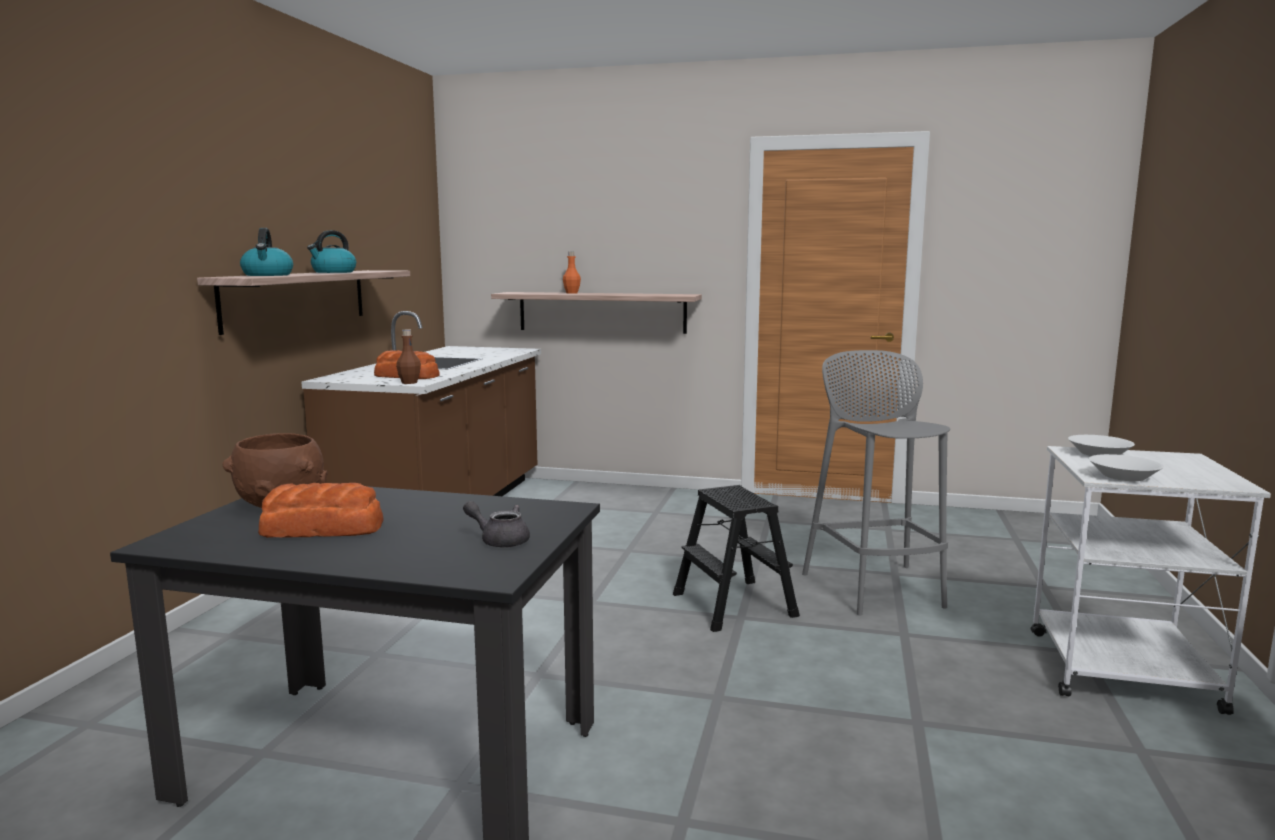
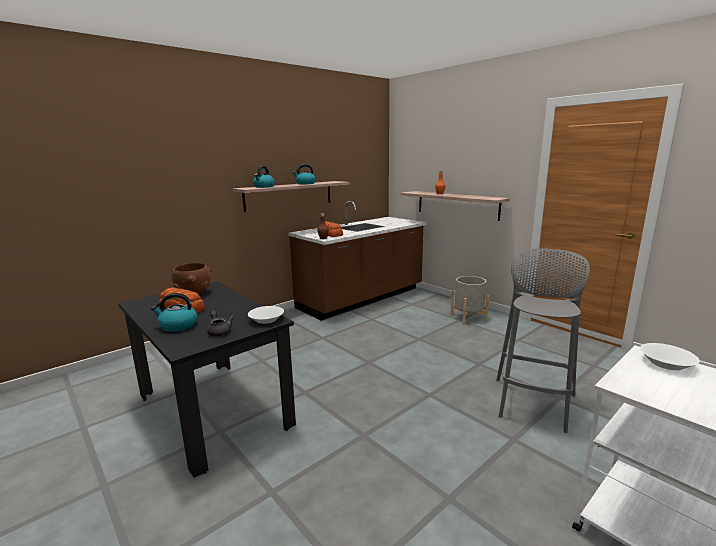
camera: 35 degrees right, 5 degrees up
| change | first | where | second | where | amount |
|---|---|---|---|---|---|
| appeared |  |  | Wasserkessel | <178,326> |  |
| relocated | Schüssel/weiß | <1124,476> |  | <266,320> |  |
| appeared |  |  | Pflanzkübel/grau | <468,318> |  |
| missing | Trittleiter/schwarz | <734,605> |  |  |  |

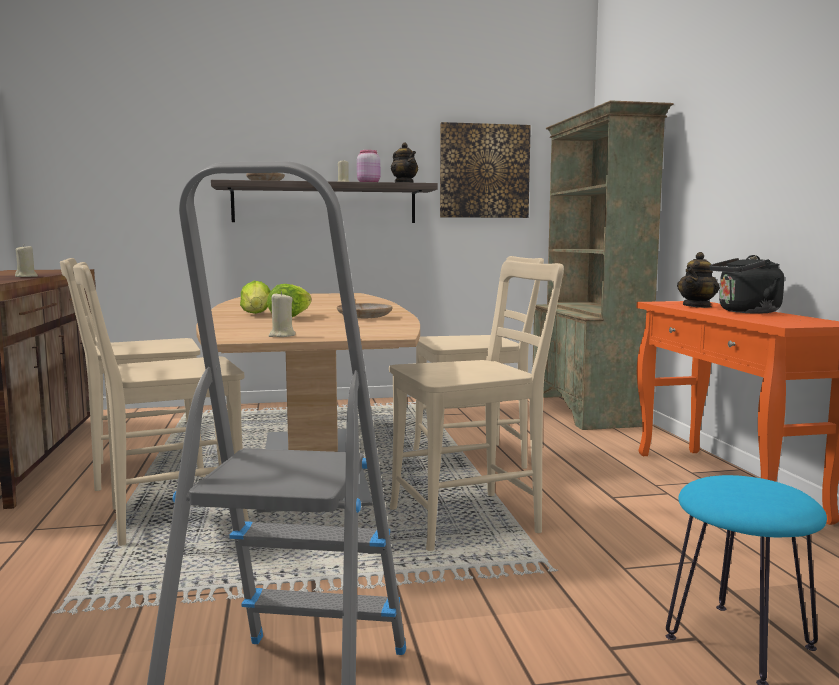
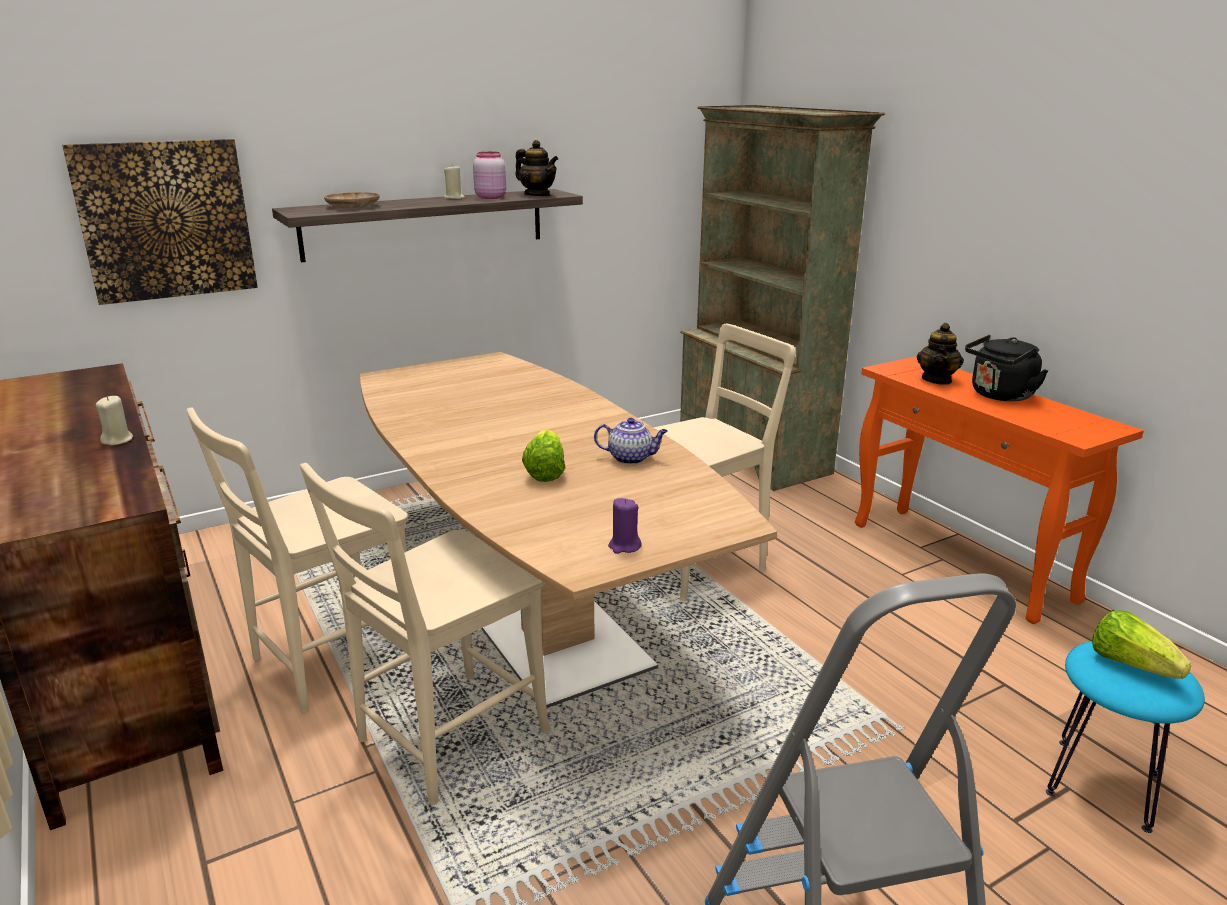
camera: 20 degrees left, 15 degrees up
| change | first | where | second | where | amount |
|---|---|---|---|---|---|
| relocated | Bild | <484,171> |  | <166,220> |  |
| exchanged | Teller/beige | <365,317> | Teekanne | <631,458> |  |
| colour | Kerze/beige | <282,335> | Kerze/lila | <624,546> |  |
| relocated | Salatkopf | <256,314> |  | <1131,664> |  |
| missing | Stuhl/beige | <472,519> |  |  |  |

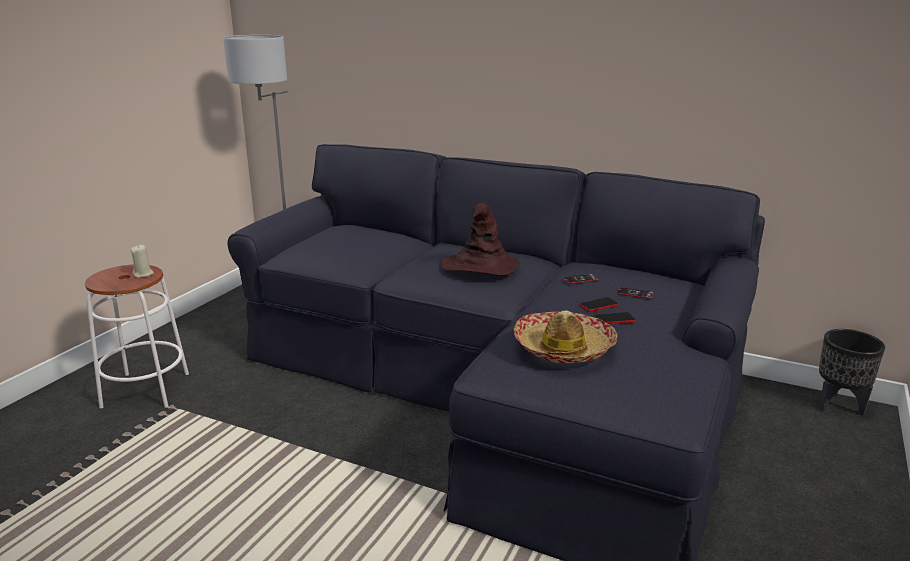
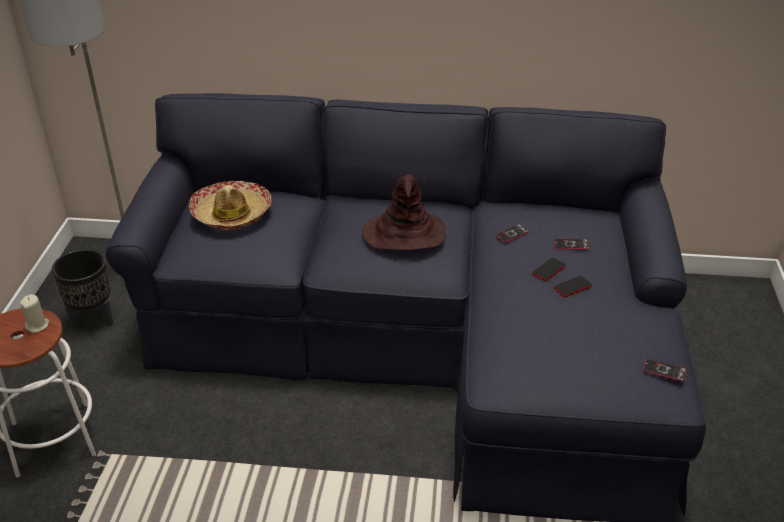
camera: 20 degrees left, 15 degrees up
| change | first | where | second | where | amount |
|---|---|---|---|---|---|
| relocated | Pflanzkübel/schwarz | <839,406> |  | <94,320> |  |
| relocated | Hut | <563,348> |  | <232,213> |  |
| appeared |  |  | Handy | <664,370> |  |

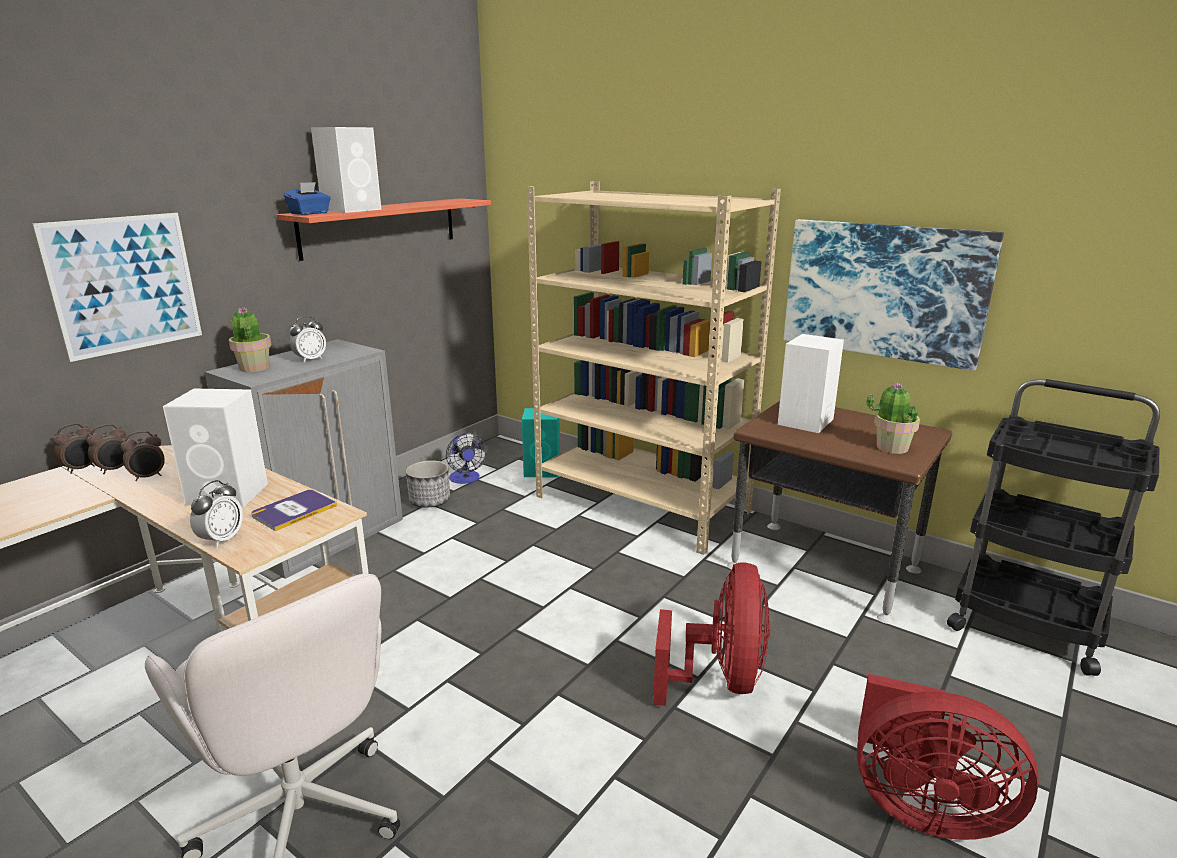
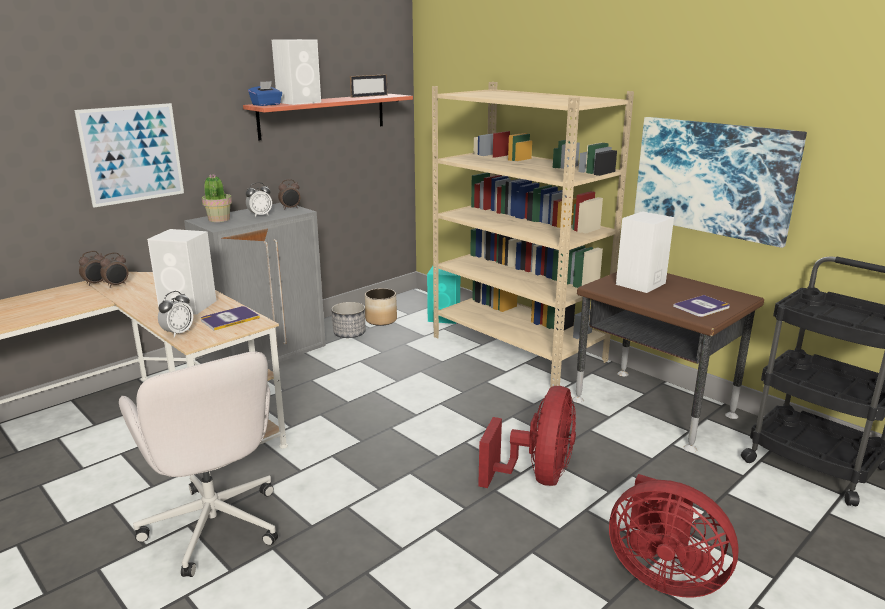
camera: 10 degrees right, 0 degrees up
| change | first | where | second | where | amount |
|---|---|---|---|---|---|
| relocated | Wecker | <148,477> |  | <290,208> |  |
| appeared |  |  | Bilderrahmen | <369,96> |  |
| exchanged | Ventilator | <466,479> | Pflanzkübel | <381,320> |  |
| exchanged | Topfpflanze | <891,447> | Buch | <702,307> |  |

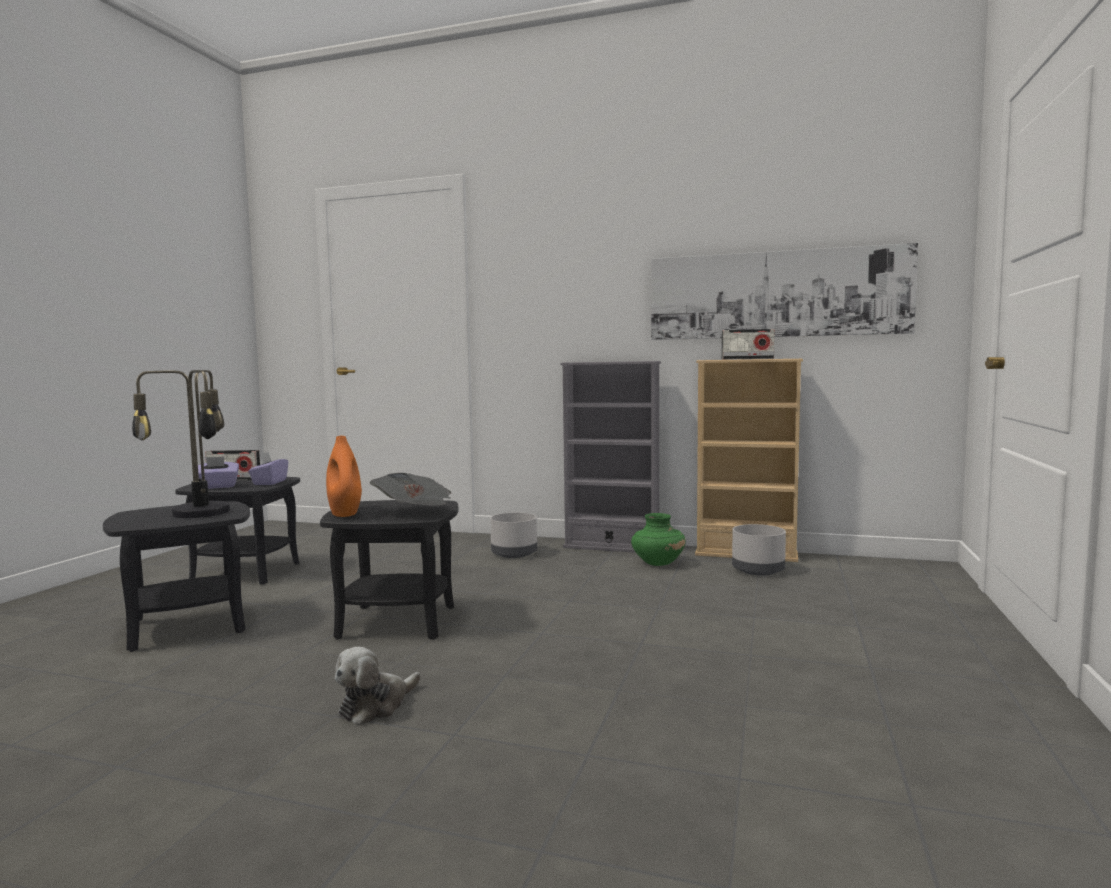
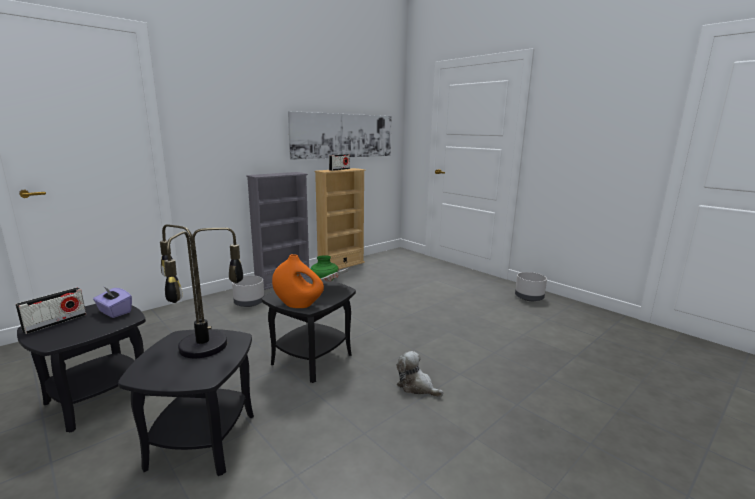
camera: 60 degrees left, 10 degrees up
| change | first | where | second | where | amount |
|---|---|---|---|---|---|
| spun | Plüschtier | <376,706> |  | <416,386> | 150 degrees clockwise |
| relocated | Pflanzkübel/grau | <758,570> |  | <529,297> |  |
| missing | Taschentuchbox/lila | <217,487> |  |  |  |

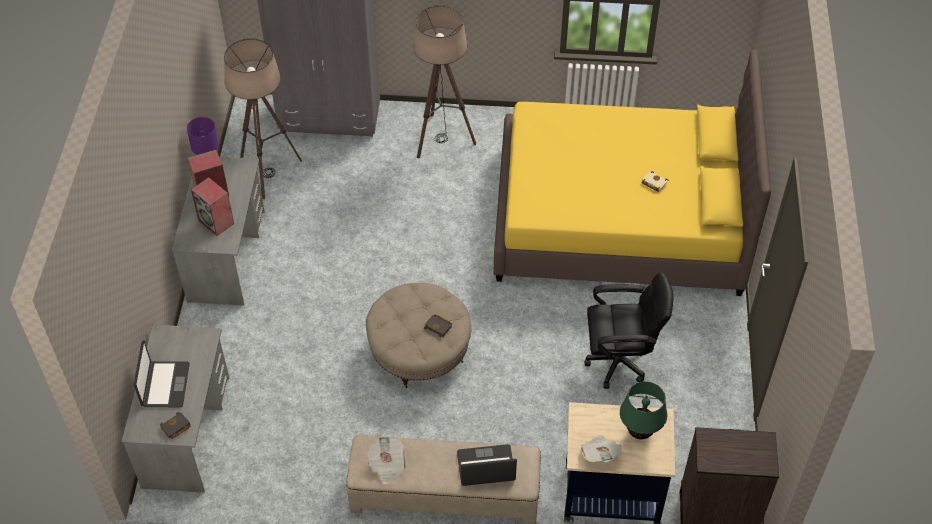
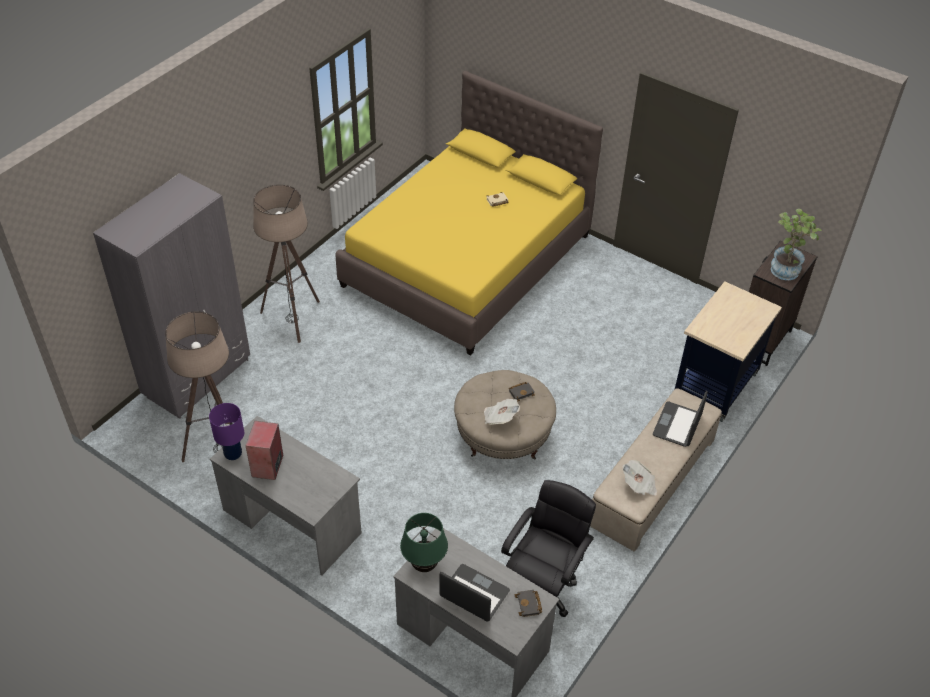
camera: 60 degrees left, 5 degrees down
| change | first | where | second | where | amount |
|---|---|---|---|---|---|
| relocated | Tischlampe/grün | <639,432> |  | <424,565> |  |
| relocated | Zeitung | <600,454> |  | <500,417> |  |
| relocated | Bürostuhl/schwarz | <620,362> |  | <544,587> |  |
| appeared |  |  | Topfpflanze | <786,267> |  |
| missing | Lautsprecher | <216,222> |  |  |  |

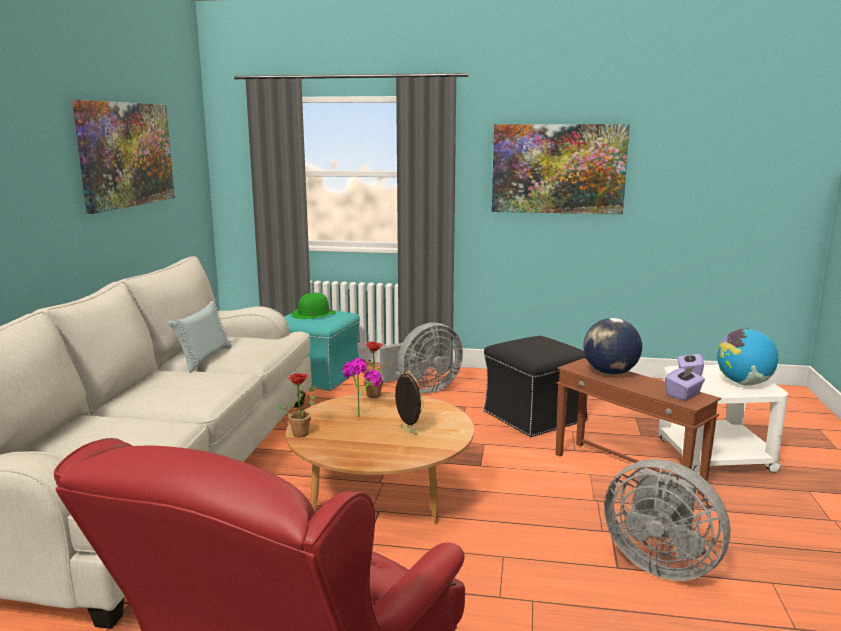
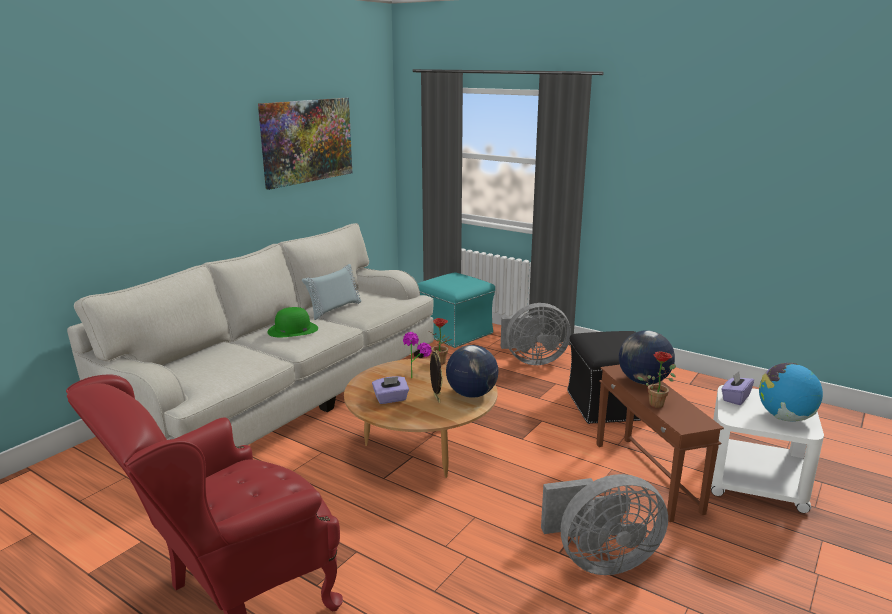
camera: 25 degrees right, 5 degrees up
| change | first | where | second | where | amount |
|---|---|---|---|---|---|
| relocated | Hut/grün | <313,314> |  | <292,330> |  |
| relocated | Taschentuchbox/lila | <683,395> |  | <391,399> |  |
| appeared |  |  | Globus | <472,394> |  |
| spun | Ventilator/grau | <660,563> |  | <600,560> | 75 degrees counterclockwise |
| relocated | Topfpflanze | <301,432> |  | <657,403> |  |
| missing | Bild | <558,169> |  |  |  |

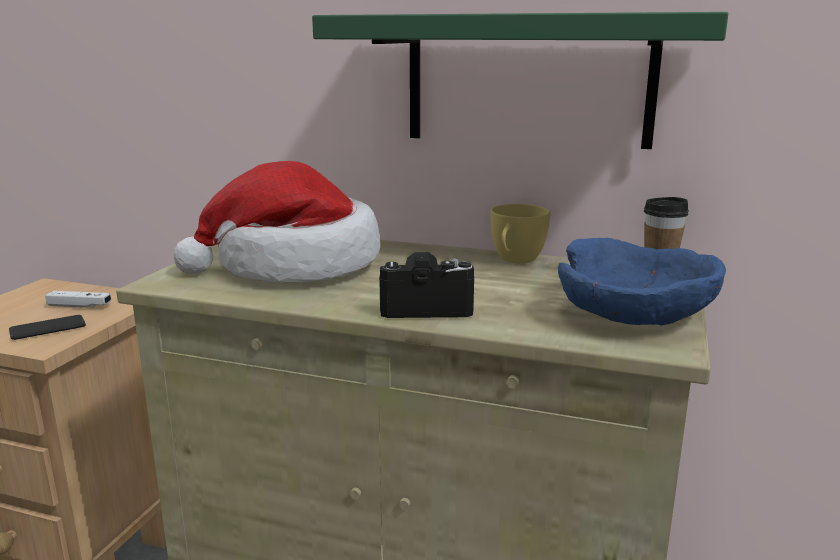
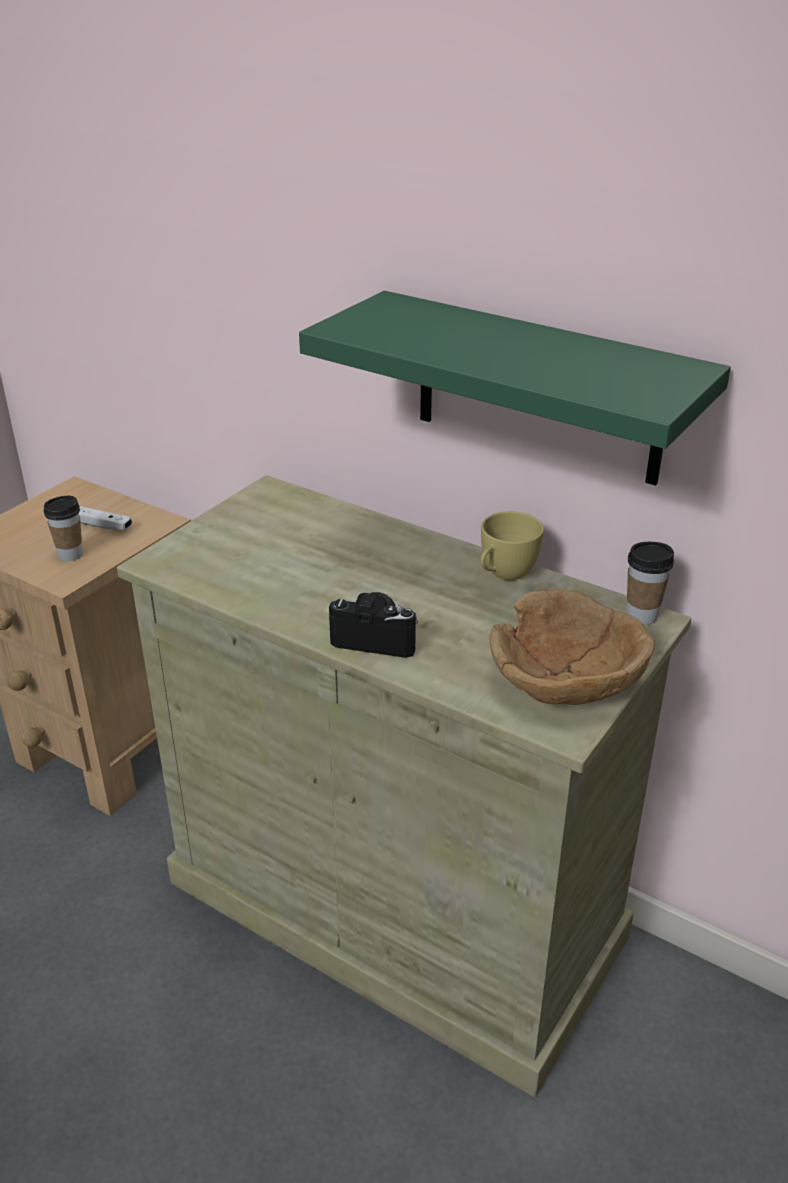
camera: 15 degrees right, 15 degrees up
| change | first | where | second | where | amount |
|---|---|---|---|---|---|
| exchanged | Handy | <48,328> | Tasse | <70,555> |  |
| colour | Schüssel/blau | <635,314> | Schüssel/braun | <567,679> |  |
| missing | Hut | <293,265> |  |  |  |

